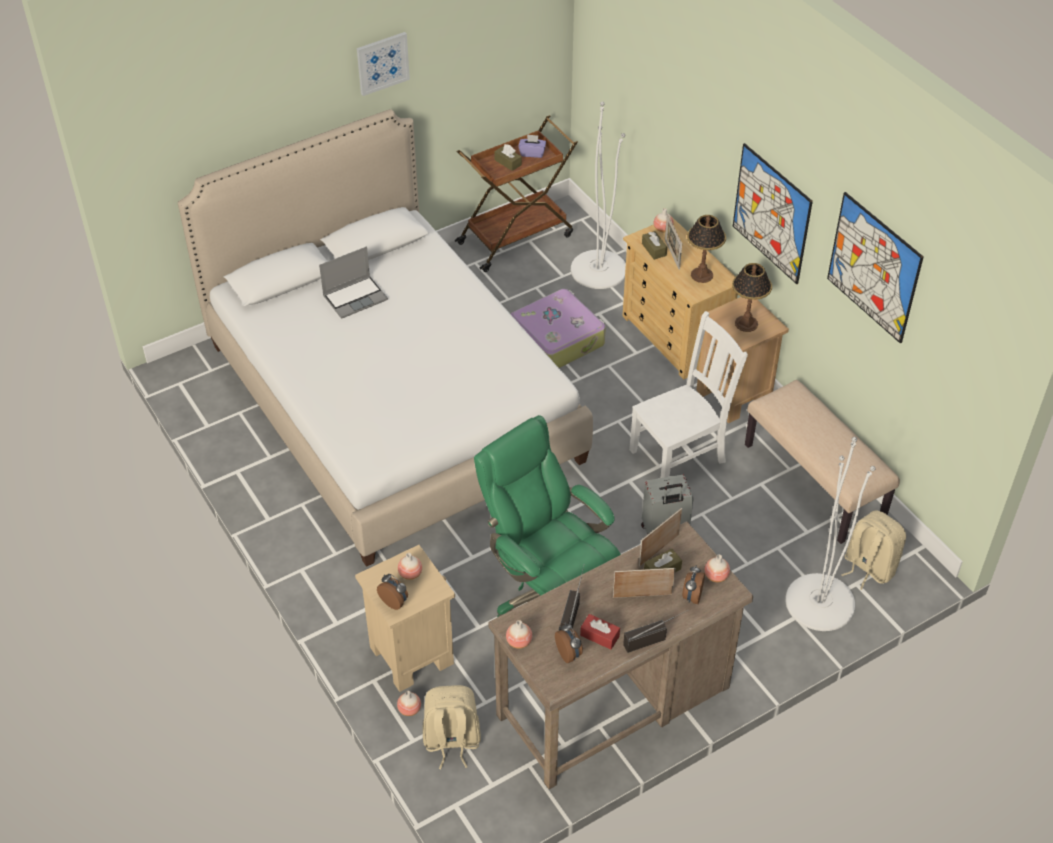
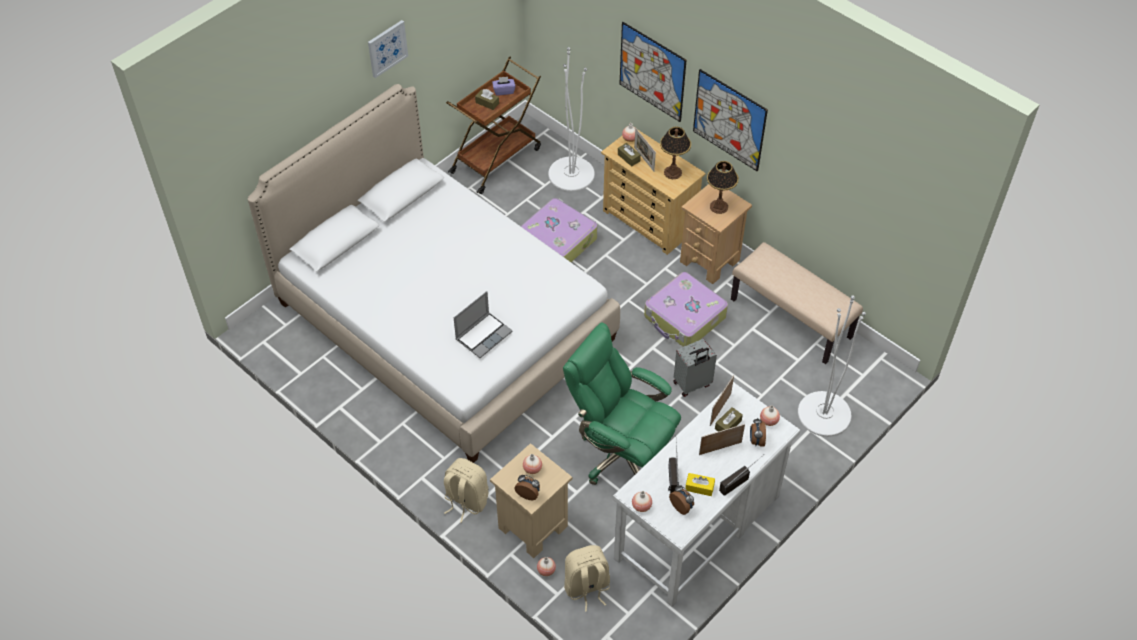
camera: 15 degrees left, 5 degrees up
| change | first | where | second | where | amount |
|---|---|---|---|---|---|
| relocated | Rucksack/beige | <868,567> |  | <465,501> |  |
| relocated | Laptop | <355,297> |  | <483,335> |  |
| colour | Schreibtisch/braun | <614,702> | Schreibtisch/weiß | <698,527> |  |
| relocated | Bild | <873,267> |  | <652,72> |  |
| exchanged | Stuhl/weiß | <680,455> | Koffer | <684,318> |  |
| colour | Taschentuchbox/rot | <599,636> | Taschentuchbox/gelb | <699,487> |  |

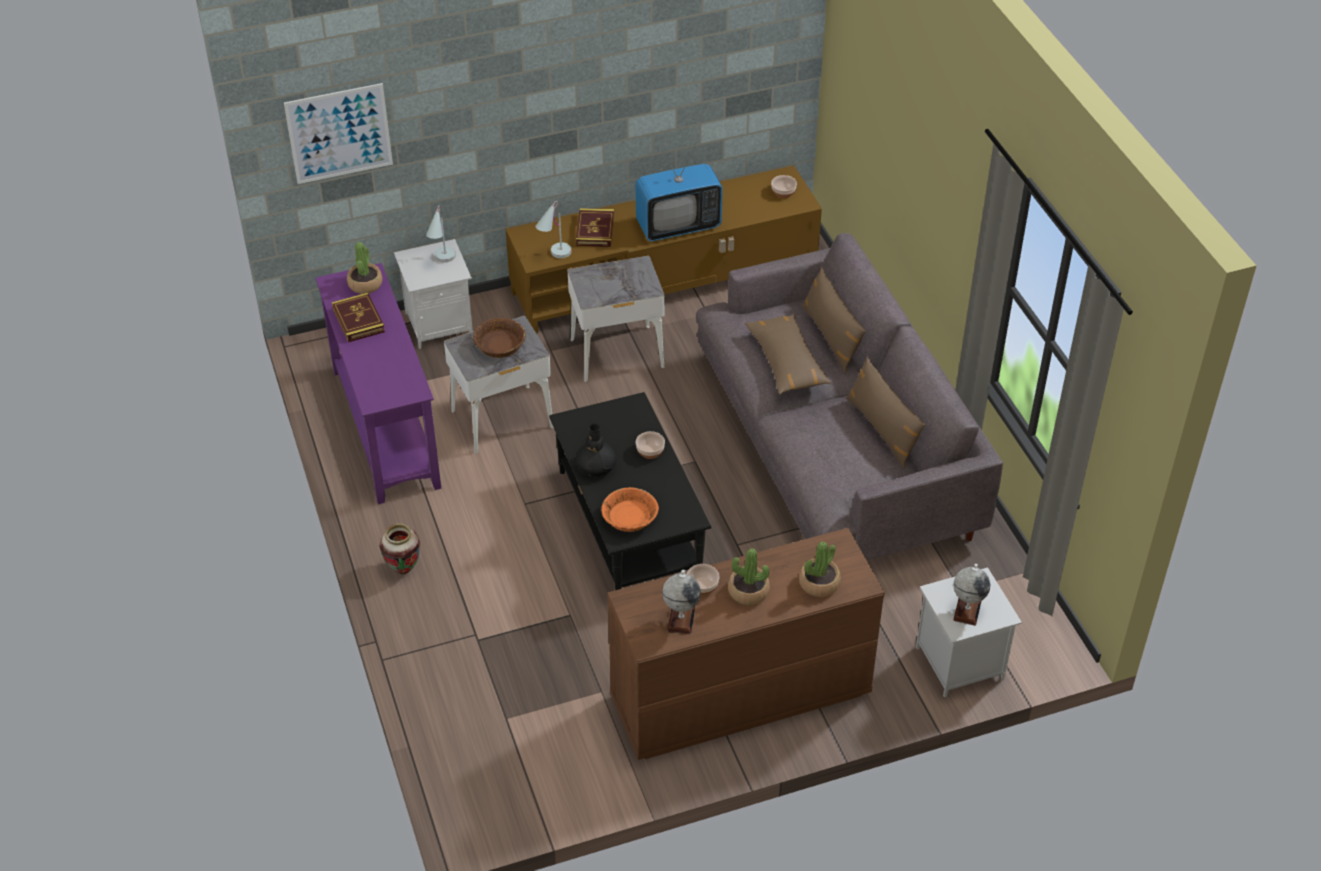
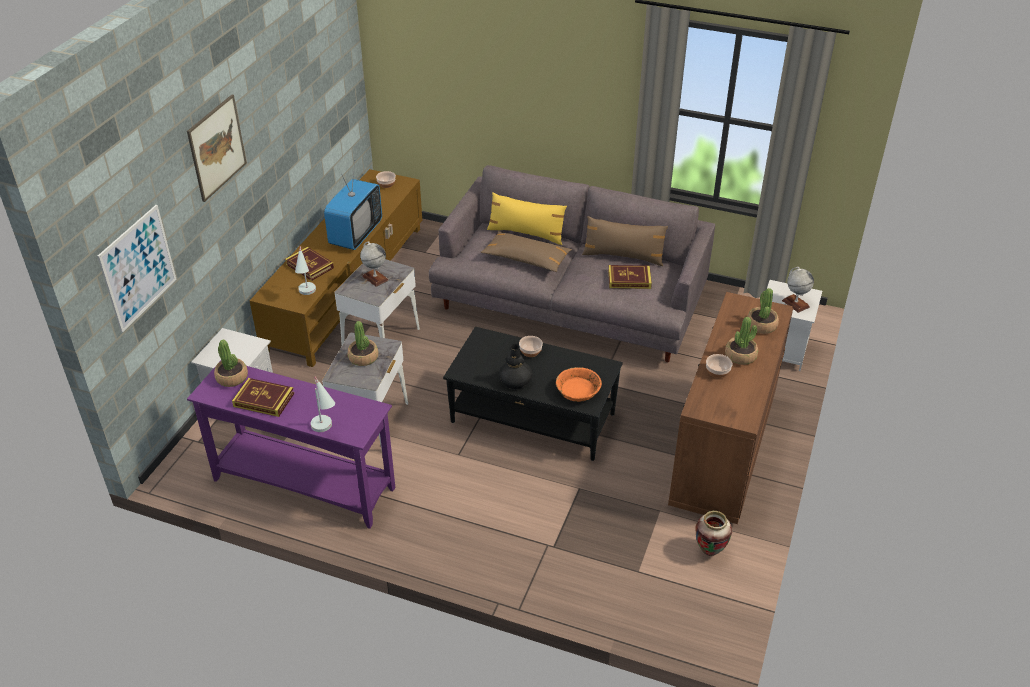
camera: 50 degrees left, 5 degrees down
| change | first | where | second | where | amount |
|---|---|---|---|---|---|
| appeared |  |  | Bild | <217,147> |  |
| relocated | Tischlampe/weiß | <442,262> |  | <326,430> |  |
| exchanged | Schüssel/braun | <500,346> | Topfpflanze | <363,357> |  |
| relocated | Globus | <681,619> |  | <375,278> |  |
| colour | Kissen/braun | <831,337> | Kissen/gelb | <526,233> |  |
| appeared |  |  | Buch | <629,279> |  |
| relocated | Vase | <403,569> |  | <709,551> |  |

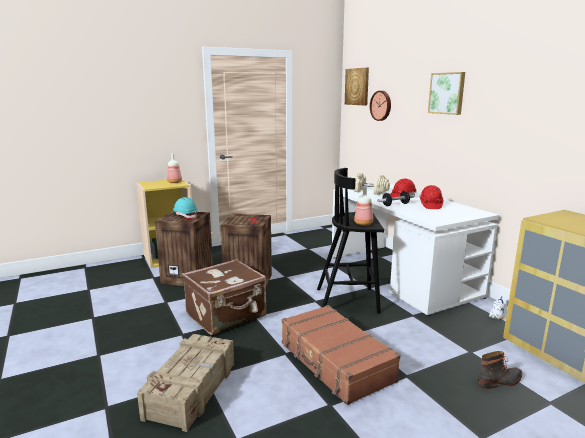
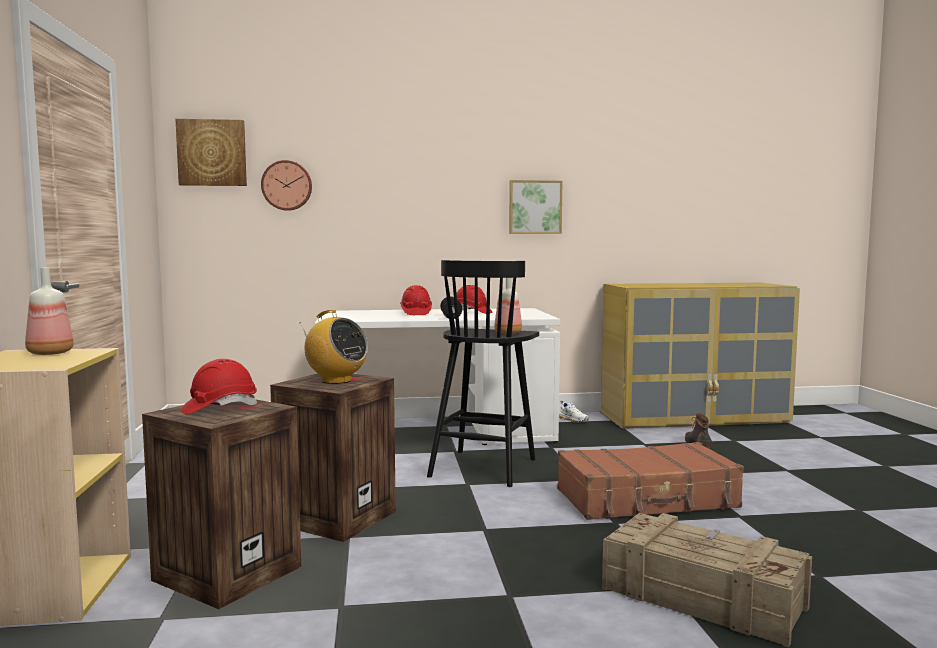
camera: 70 degrees left, 10 degrees down
| change | first | where | second | where | amount |
|---|---|---|---|---|---|
| colour | Schutzhelm/türkis | <185,215> | Schutzhelm/rot | <219,408> |  |
| appeared |  |  | Radio | <336,381> |  |
| relocated | Bild | <447,93> |  | <535,207> |  |
| missing | Koffer/braun | <227,315> |  |  |  |
| missing | Hantel/beige | <369,191> |  |  |  |

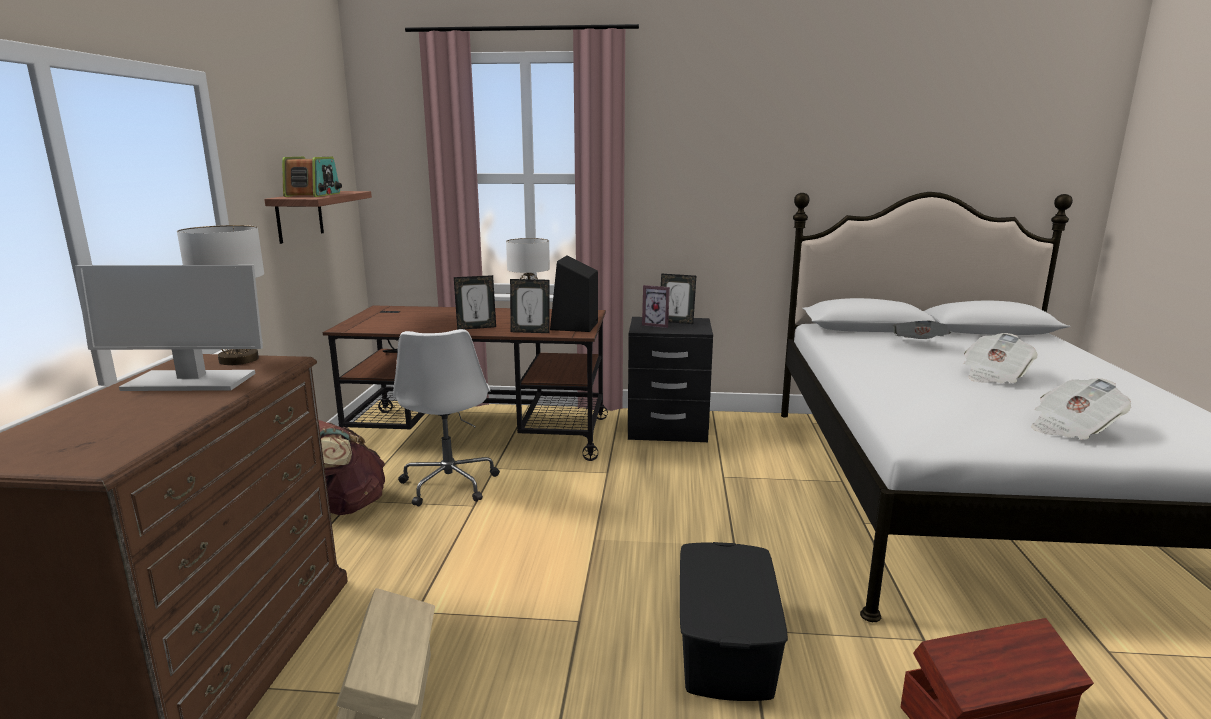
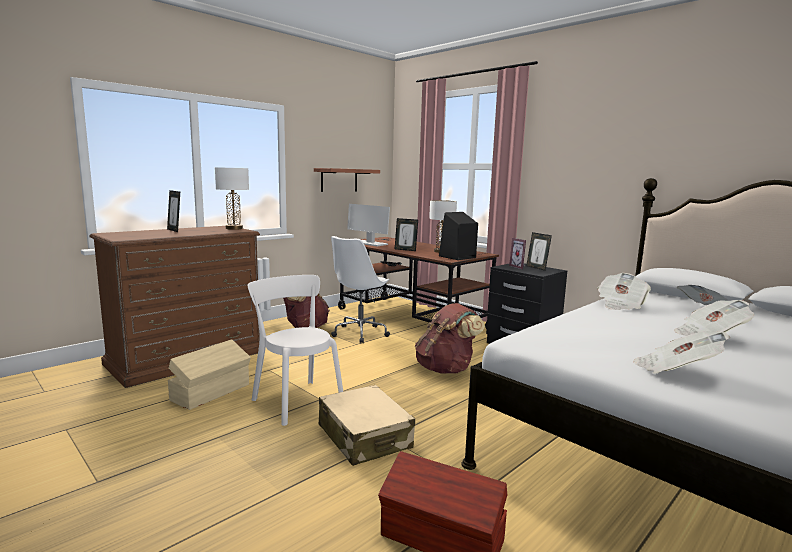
camera: 40 degrees right, 5 degrees down
| change | first | where | second | where | amount |
|---|---|---|---|---|---|
| relocated | Bilderrahmen | <530,332> |  | <174,230> |  |
| appeared |  |  | Stuhl/weiß | <296,400> |  |
| exchanged | Aufbewahrungsbox/schwarz | <724,645> | Koffer/beige | <364,437> |  |
| relocated | Monitor | <188,382> |  | <369,243> |  |
| appeared |  |  | Rucksack/braun | <446,369> |  |
| appeared |  |  | Zeitung | <620,305> |  |
| missing | Radio | <313,195> |  |  |  |

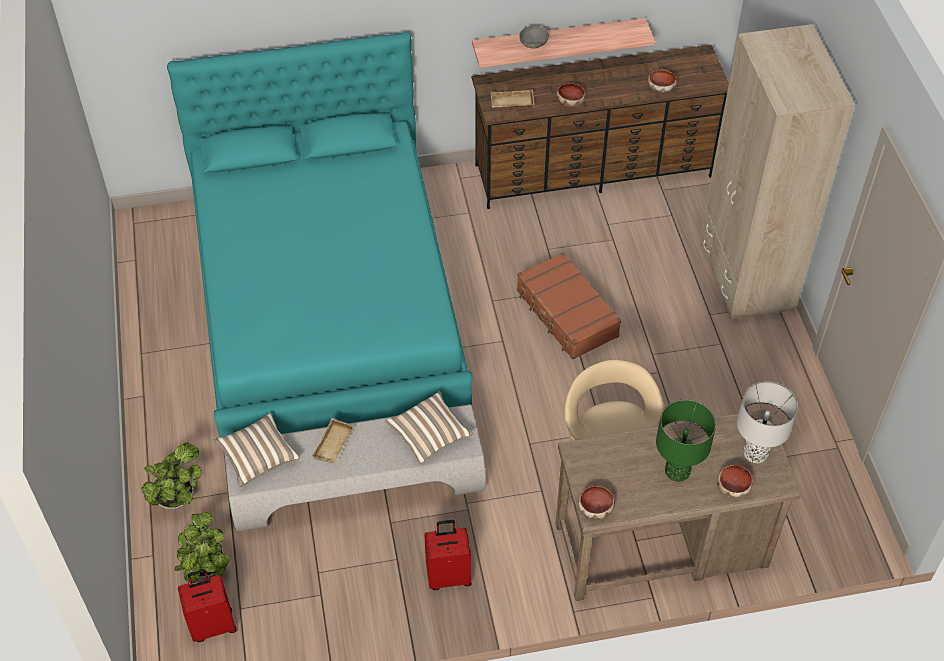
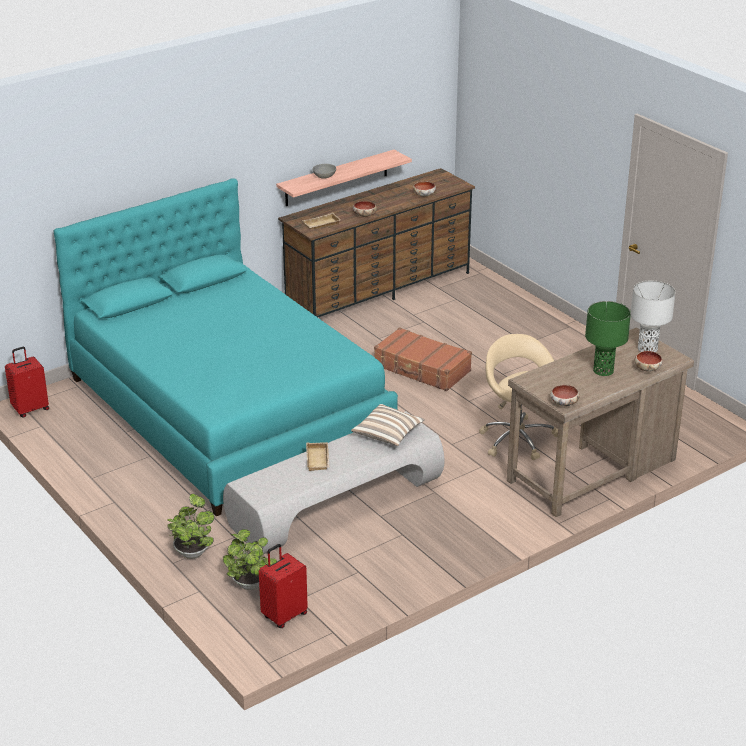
camera: 25 degrees left, 20 degrees down
| change | first | where | second | where | amount |
|---|---|---|---|---|---|
| relocated | Koffer/rot | <449,575> |  | <30,409> |  |
| missing | Kissen | <257,456> |  |  |  |
| missing | Kleiderschrank/beige | <745,278> |  |  |  |

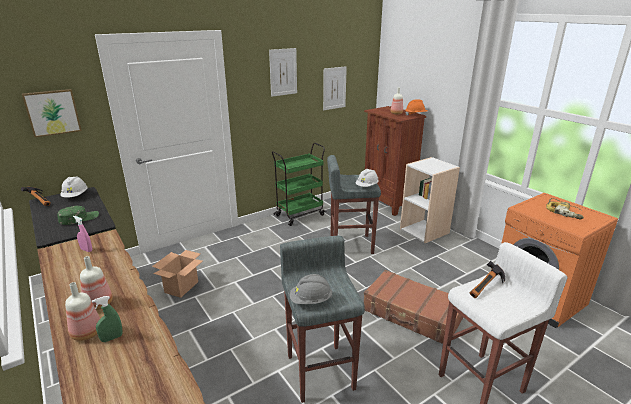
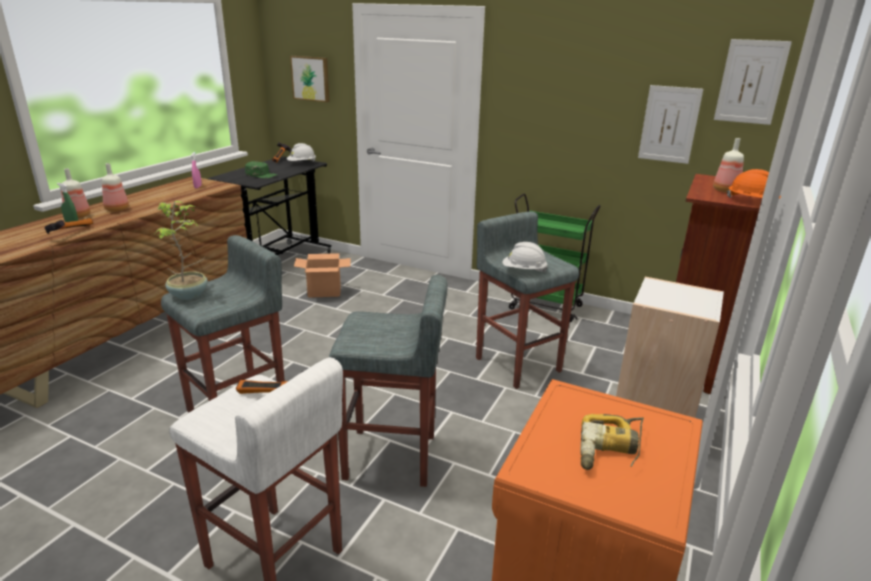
camera: 60 degrees right, 0 degrees up
| change | first | where | second | where | amount |
|---|---|---|---|---|---|
| appeared |  |  | Hammer | <69,233> |  |
| exchanged | Schutzhelm/grau | <310,301> | Topfpflanze | <189,294> |  |
| exchanged | Koffer/braun | <412,314> | Hocker/grau | <391,458> |  |
| relocated | Bild | <283,72> |  | <751,82> |  |

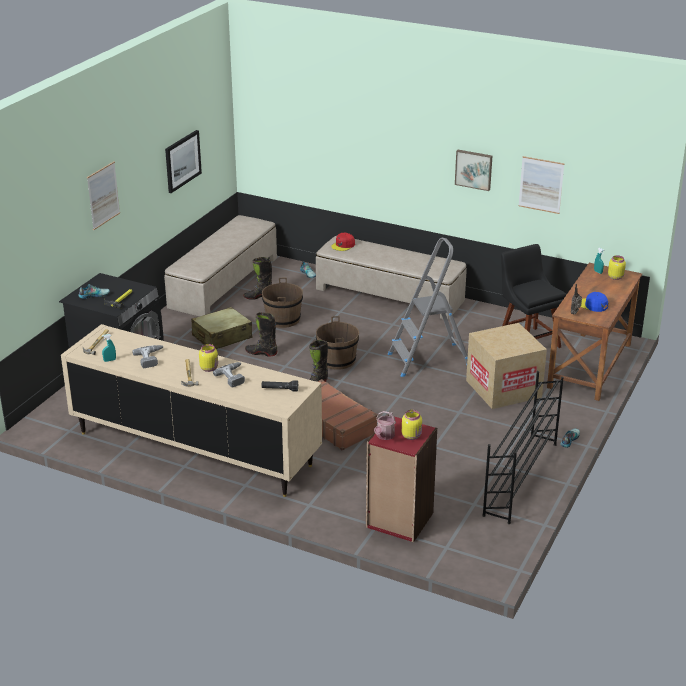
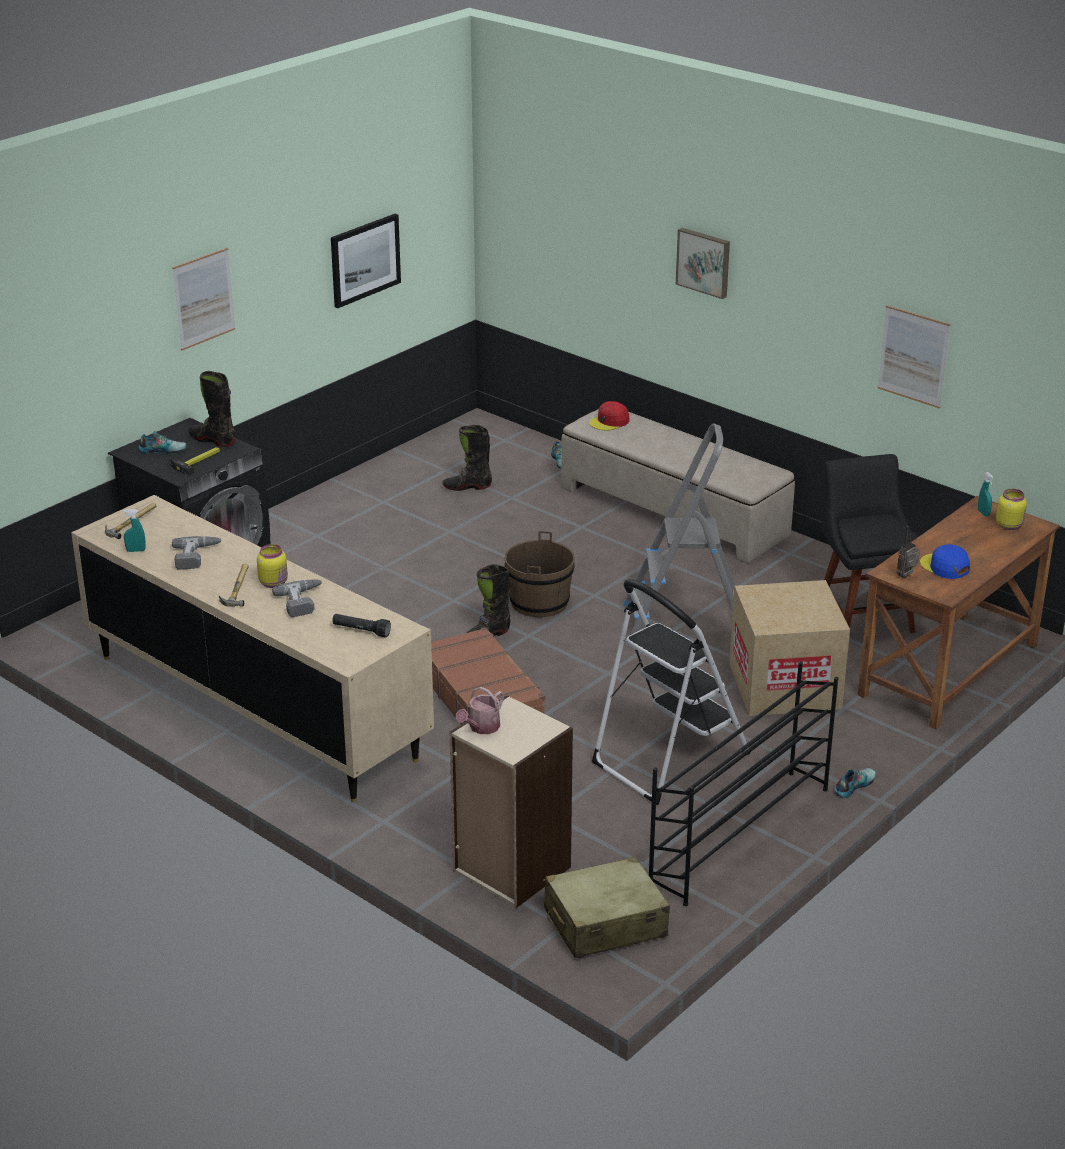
camera: 15 degrees right, 0 degrees up
| change | first | where | second | where | amount |
|---|---|---|---|---|---|
| relocated | Stiefel/schwarz | <261,353> |  | <212,440> |  |
| colour | Bücherregal/rot | <399,520> | Bücherregal/beige | <511,869> |  |
| relocated | Koffer/beige | <221,337> |  | <604,923> |  |
| appeared |  |  | Trittleiter | <667,759> |  |
| relocated | Bild | <474,169> |  | <704,262> |  |
| missing | Bank/beige | <224,282> |  |  |  |
| missing | Eimer/braun | <283,319> |  |  |  |
| missing | Vorratsglas/gelb | <412,436> |  |  |  |

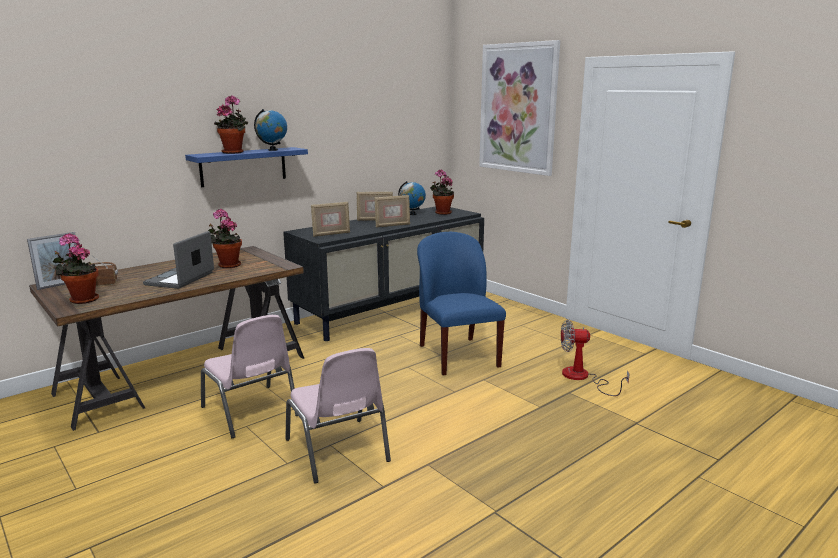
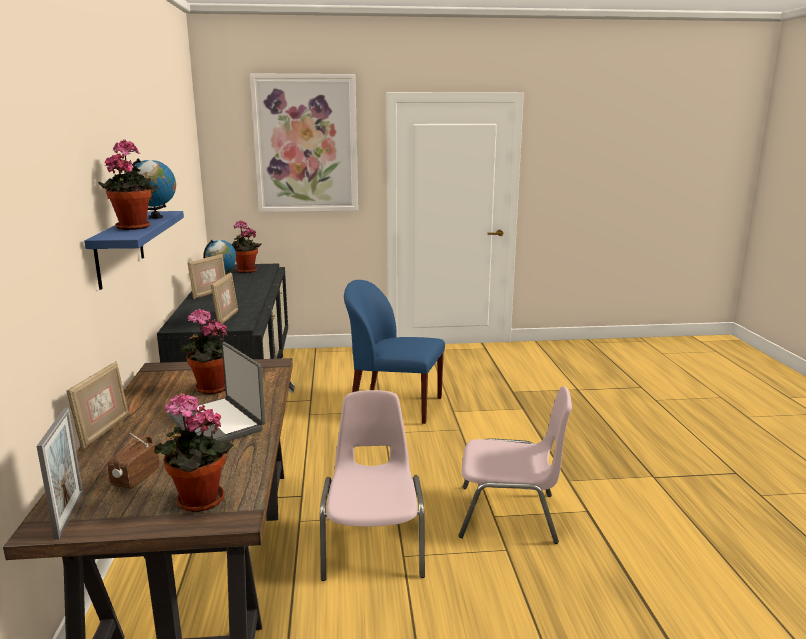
camera: 55 degrees left, 0 degrees up
| change | first | where | second | where | amount |
|---|---|---|---|---|---|
| relocated | Bilderrahmen | <392,225> |  | <103,431> |  |
| spun | Stuhl/rosa | <251,412> |  | <373,545> | 90 degrees counterclockwise |
| missing | Ventilator | <582,378> |  |  |  |

